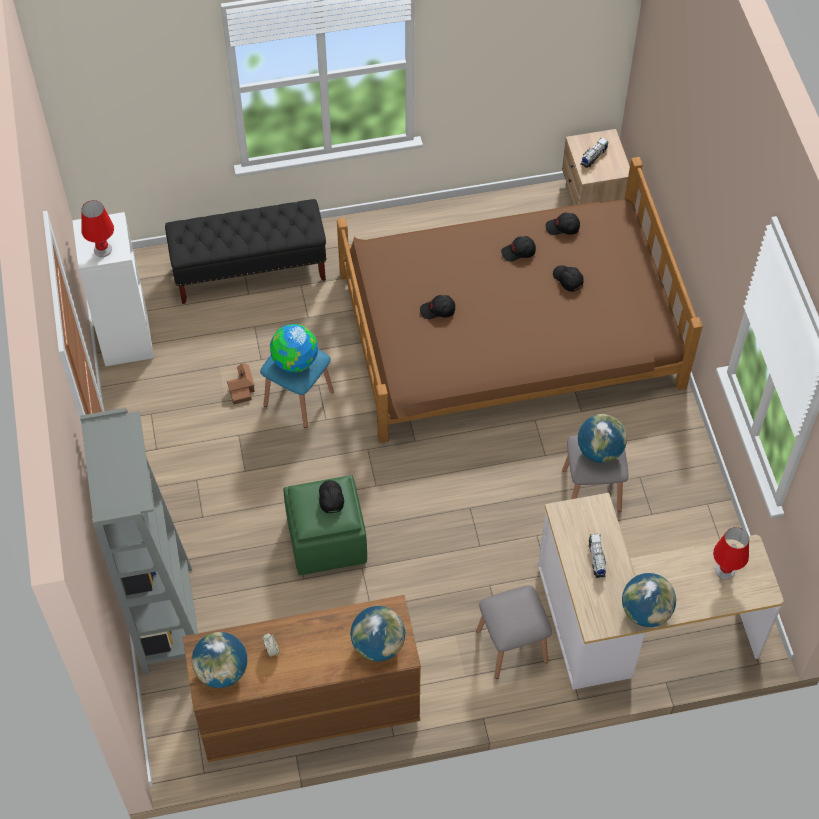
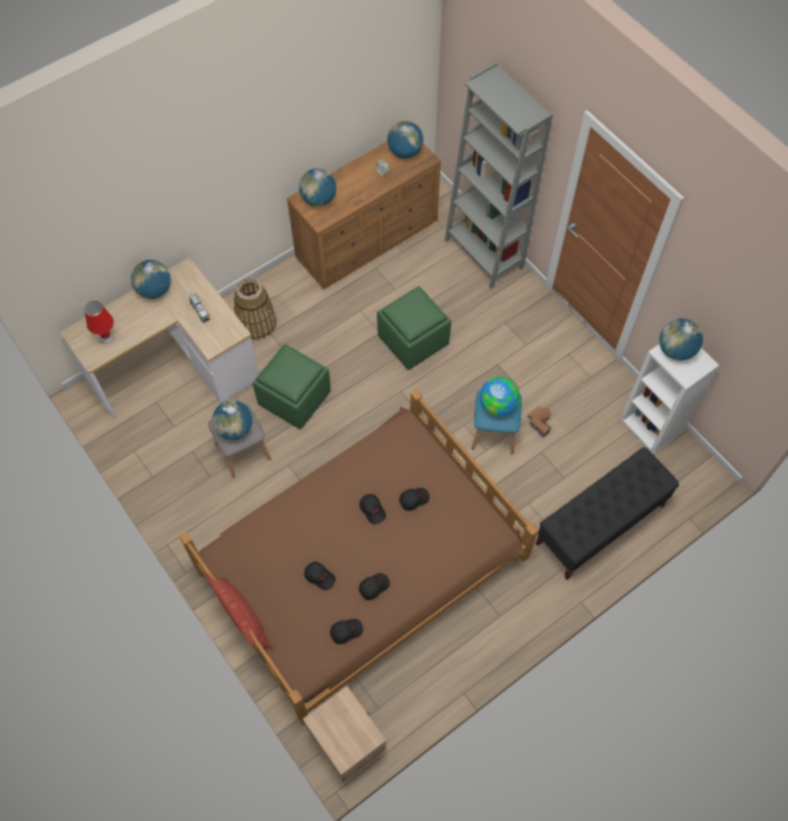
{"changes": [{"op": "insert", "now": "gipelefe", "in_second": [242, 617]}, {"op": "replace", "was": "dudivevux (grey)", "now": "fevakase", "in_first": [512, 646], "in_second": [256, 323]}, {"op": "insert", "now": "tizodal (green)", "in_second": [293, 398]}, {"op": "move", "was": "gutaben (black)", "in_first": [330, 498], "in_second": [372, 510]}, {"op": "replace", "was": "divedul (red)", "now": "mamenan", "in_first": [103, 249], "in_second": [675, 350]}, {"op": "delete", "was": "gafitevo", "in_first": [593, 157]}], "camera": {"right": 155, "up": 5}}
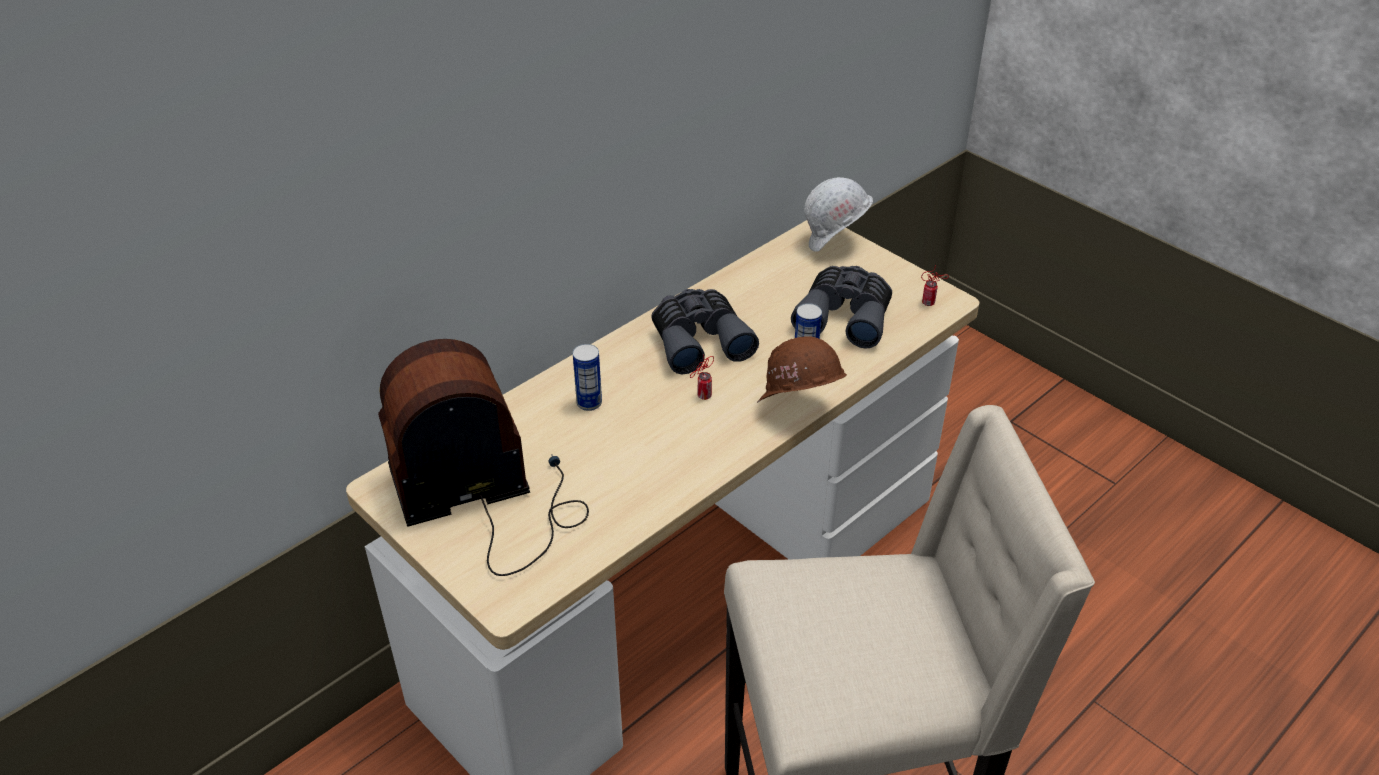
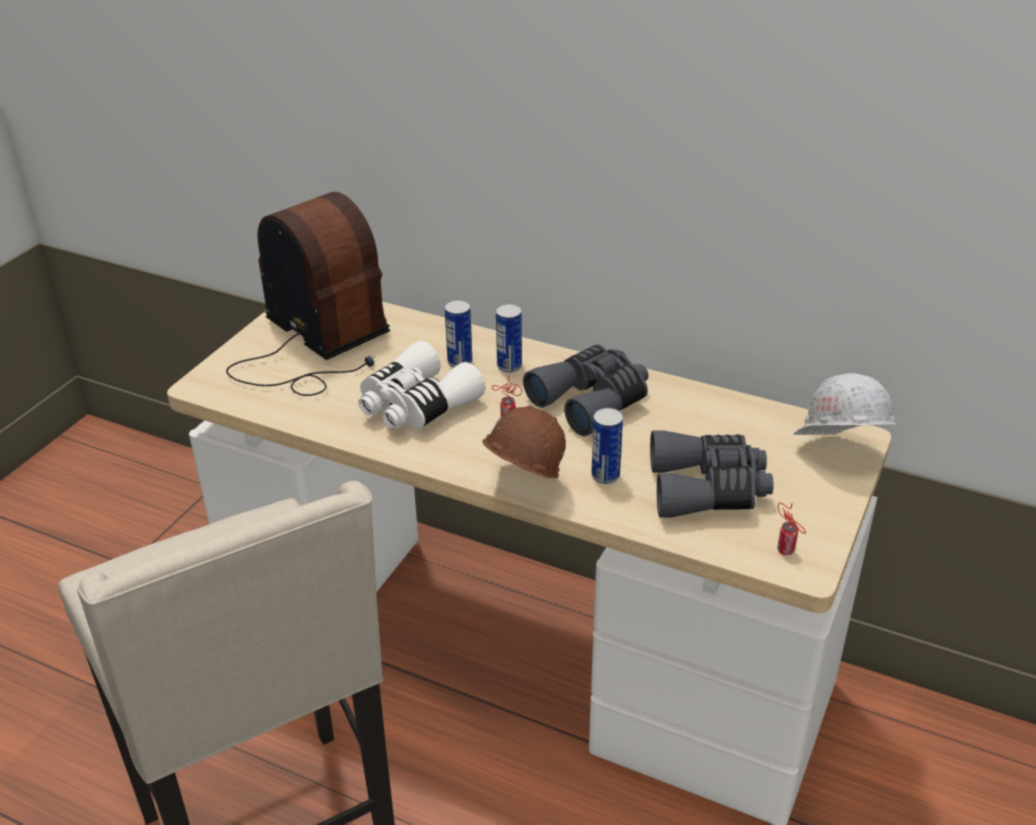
{"changes": [{"op": "insert", "now": "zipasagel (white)", "in_second": [416, 405]}, {"op": "insert", "now": "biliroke", "in_second": [509, 366]}], "camera": {"right": 70, "up": -5}}
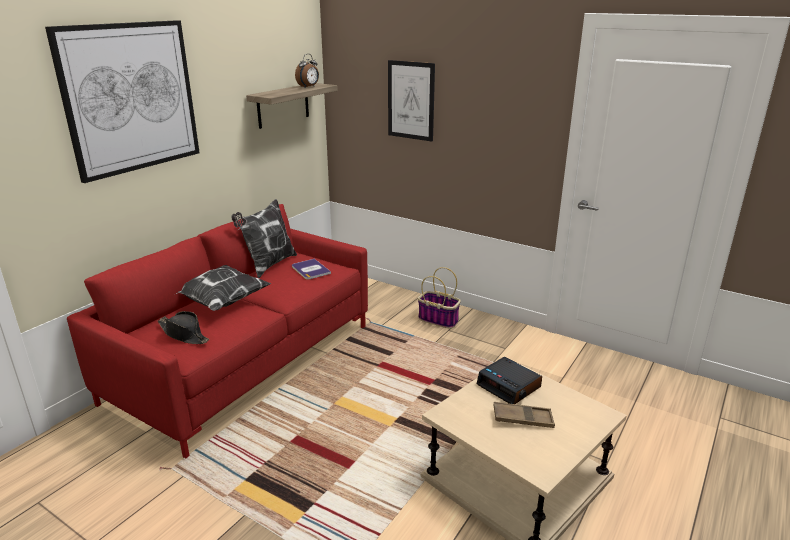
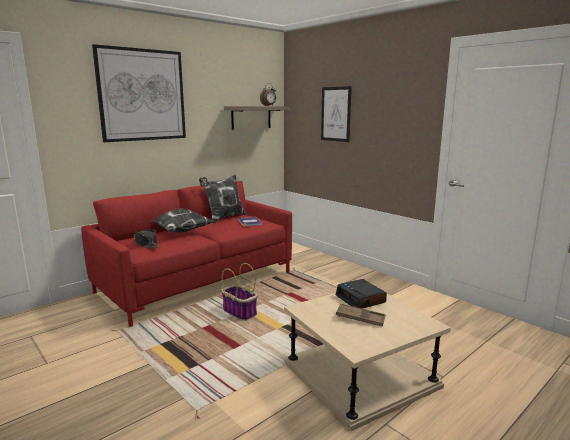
{"changes": [{"op": "move", "was": "fevakase", "in_first": [439, 320], "in_second": [240, 312]}], "camera": {"right": 15, "up": -10}}
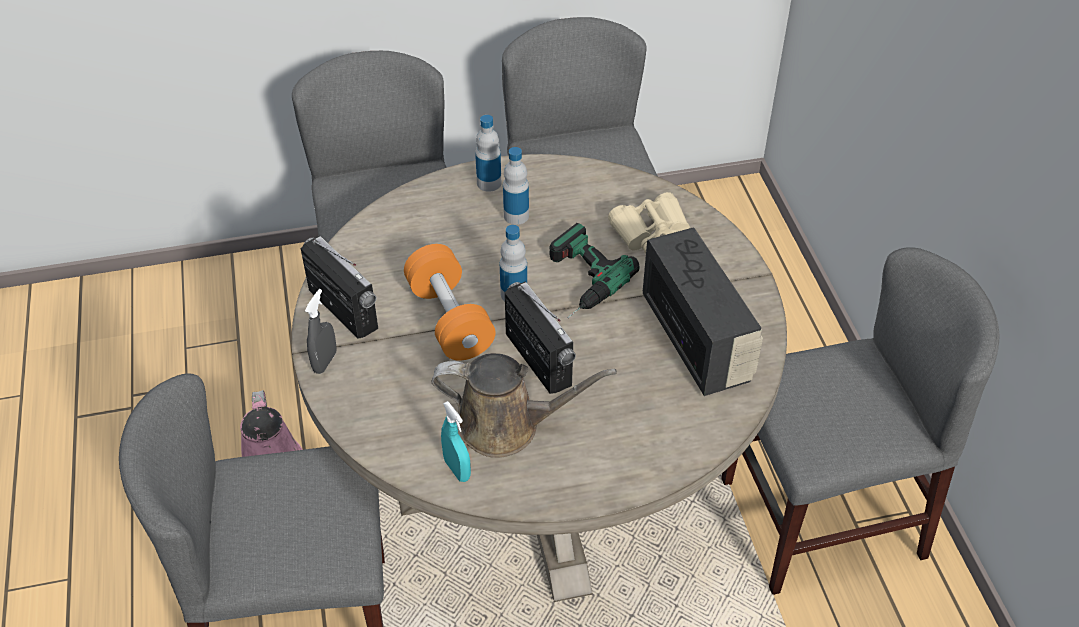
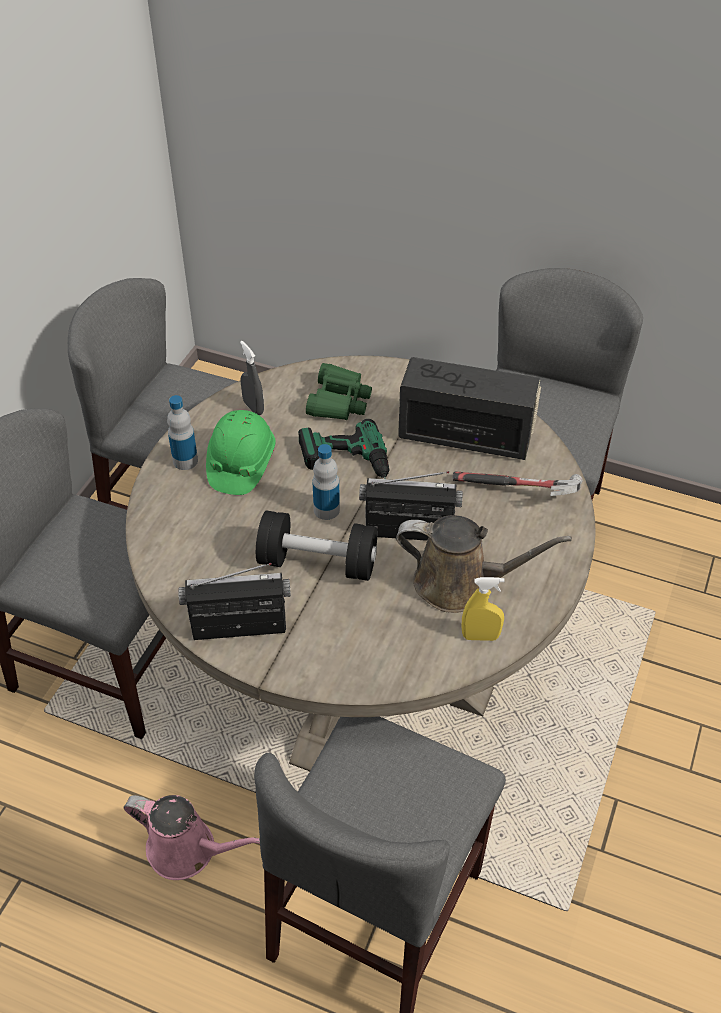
{"changes": [{"op": "replace", "was": "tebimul", "now": "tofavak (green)", "in_first": [516, 216], "in_second": [241, 464]}, {"op": "move", "was": "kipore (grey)", "in_first": [325, 362], "in_second": [253, 407]}, {"op": "recolor", "was": "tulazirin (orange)", "now": "tulazirin (black)", "in_first": [450, 319], "in_second": [318, 562]}, {"op": "recolor", "was": "zipasagel (beige)", "now": "zipasagel (green)", "in_first": [651, 233], "in_second": [339, 401]}, {"op": "rotate", "was": "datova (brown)", "in_first": [506, 425], "in_second": [460, 584], "clockwise": 60}, {"op": "insert", "now": "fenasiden", "in_second": [519, 493]}, {"op": "recolor", "was": "kipore (turquoise)", "now": "kipore (yellow)", "in_first": [457, 469], "in_second": [480, 636]}], "camera": {"right": -55, "up": 0}}
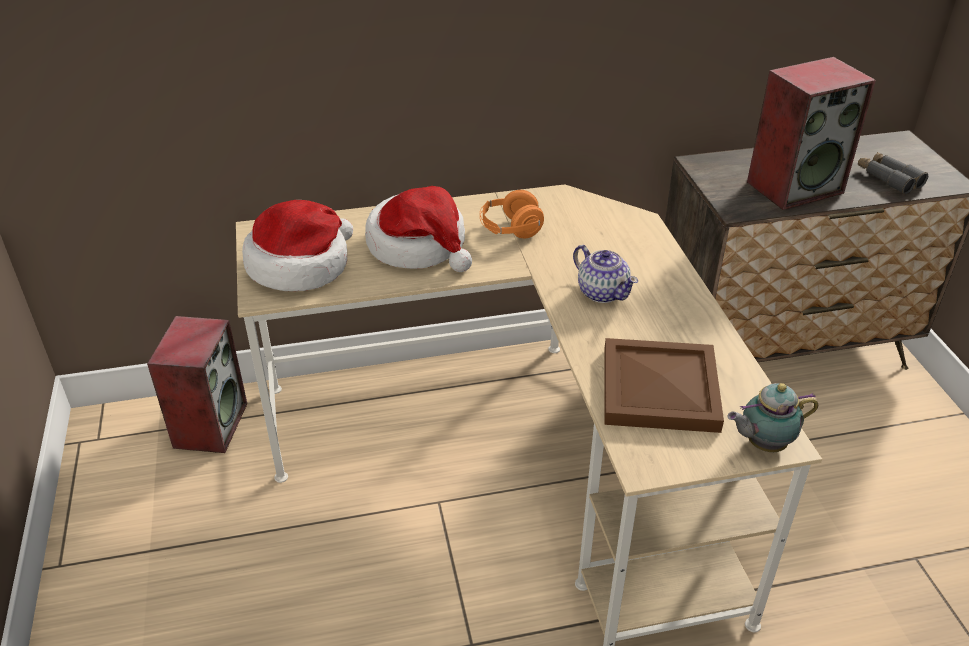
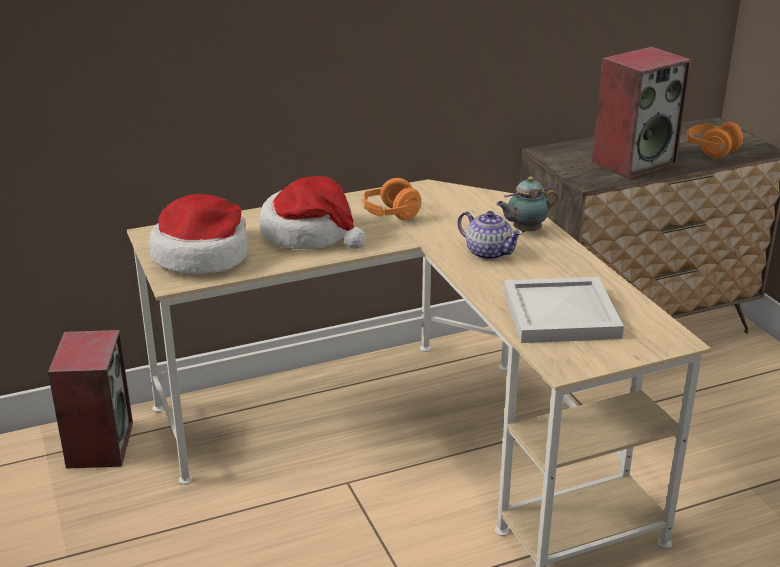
{"changes": [{"op": "move", "was": "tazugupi", "in_first": [763, 444], "in_second": [524, 231]}, {"op": "recolor", "was": "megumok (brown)", "now": "megumok (white)", "in_first": [657, 387], "in_second": [558, 314]}, {"op": "replace", "was": "zipasagel (grey)", "now": "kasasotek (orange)", "in_first": [888, 178], "in_second": [711, 151]}], "camera": {"right": -10, "up": -10}}
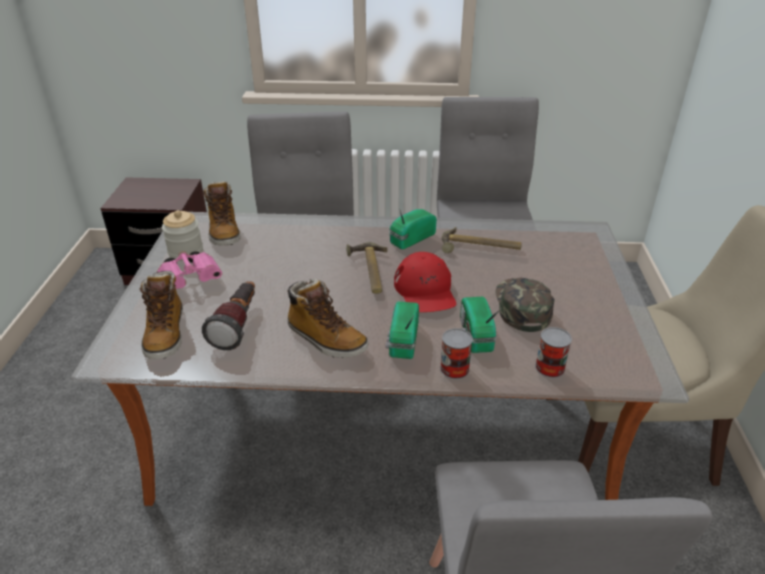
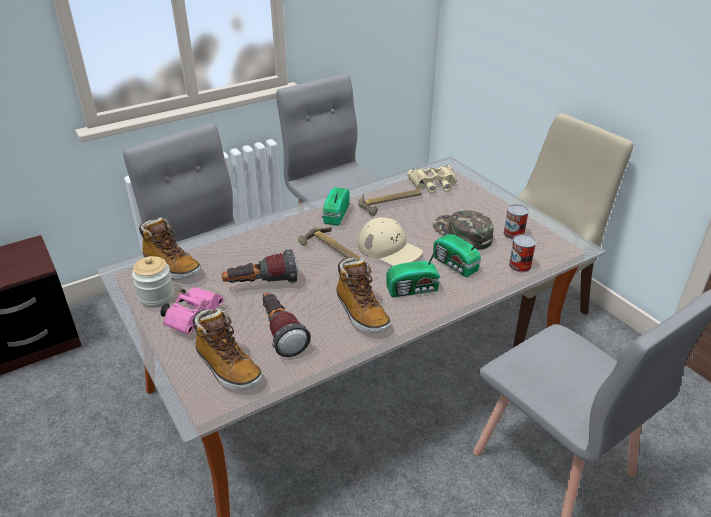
{"changes": [{"op": "insert", "now": "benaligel", "in_second": [261, 284]}, {"op": "rotate", "was": "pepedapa", "in_first": [326, 339], "in_second": [361, 312], "clockwise": 60}, {"op": "recolor", "was": "gutaben (red)", "now": "gutaben (beige)", "in_first": [425, 290], "in_second": [389, 248]}, {"op": "rotate", "was": "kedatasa", "in_first": [402, 341], "in_second": [414, 289], "clockwise": -75}, {"op": "insert", "now": "zipasagel (beige)", "in_second": [433, 183]}, {"op": "move", "was": "biliroke", "in_first": [454, 369], "in_second": [513, 234]}], "camera": {"right": -35, "up": 0}}
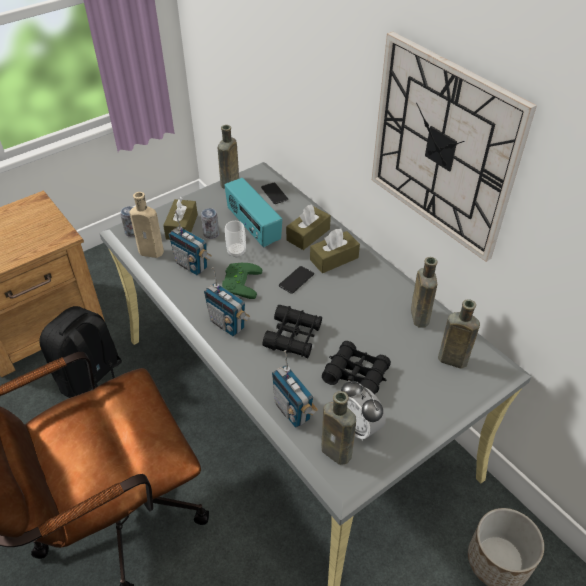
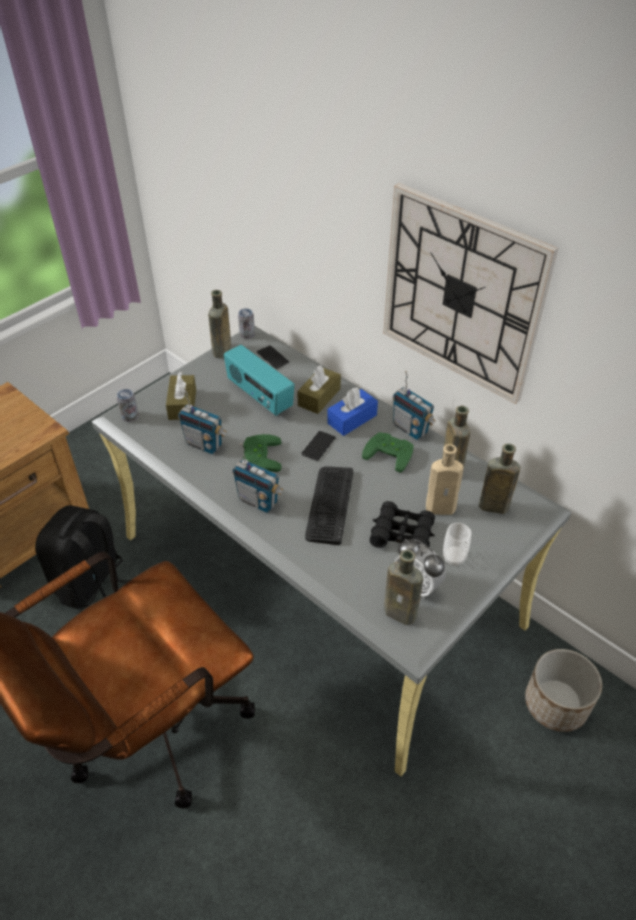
{"changes": [{"op": "move", "was": "biliroke", "in_first": [211, 234], "in_second": [247, 334]}, {"op": "replace", "was": "zipasagel (black)", "now": "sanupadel", "in_first": [293, 336], "in_second": [329, 505]}, {"op": "recolor", "was": "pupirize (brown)", "now": "pupirize (blue)", "in_first": [334, 259], "in_second": [352, 419]}, {"op": "insert", "now": "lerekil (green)", "in_second": [390, 452]}, {"op": "move", "was": "kedatasa", "in_first": [293, 411], "in_second": [410, 429]}, {"op": "move", "was": "tebimul (beige)", "in_first": [153, 252], "in_second": [442, 508]}, {"op": "move", "was": "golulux", "in_first": [236, 252], "in_second": [453, 558]}], "camera": {"right": -10, "up": 0}}
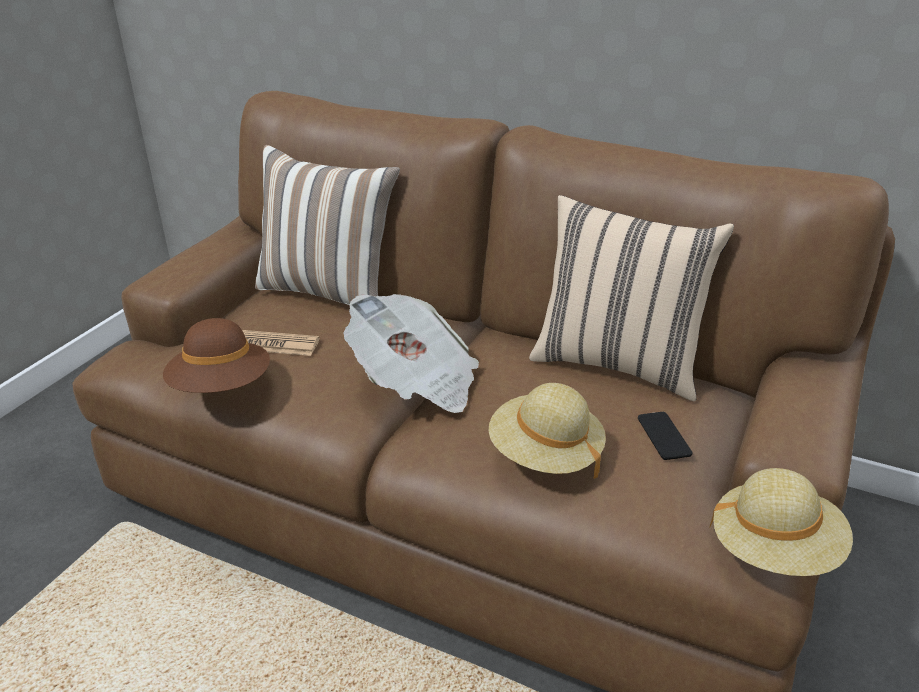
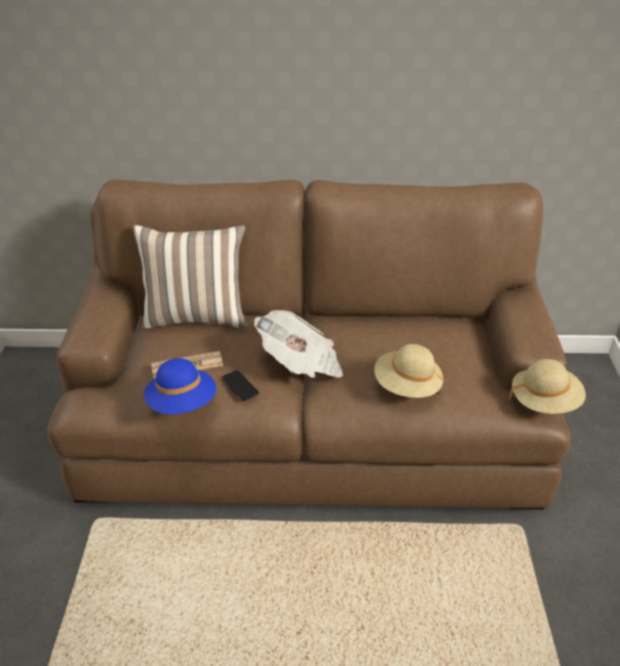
{"changes": [{"op": "recolor", "was": "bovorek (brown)", "now": "bovorek (blue)", "in_first": [222, 387], "in_second": [182, 404]}, {"op": "move", "was": "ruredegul", "in_first": [664, 436], "in_second": [240, 386]}, {"op": "delete", "was": "gipelefe (beige)", "in_first": [618, 363]}], "camera": {"right": -25, "up": 5}}
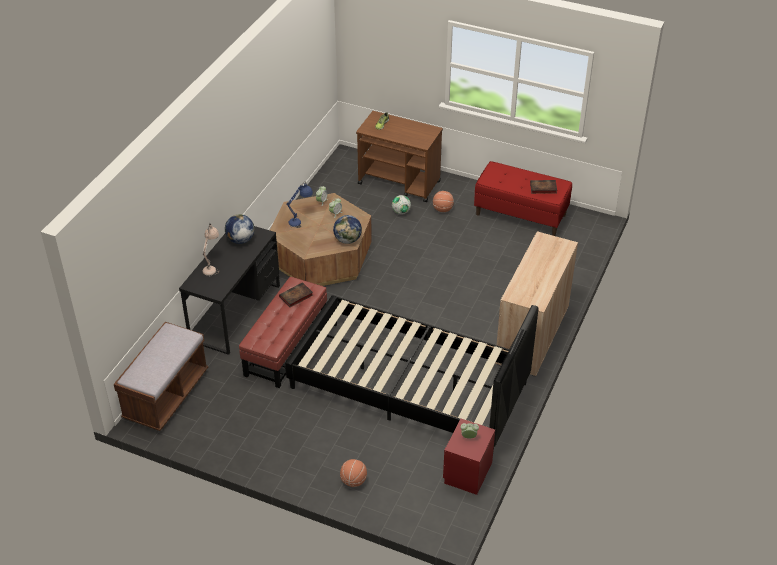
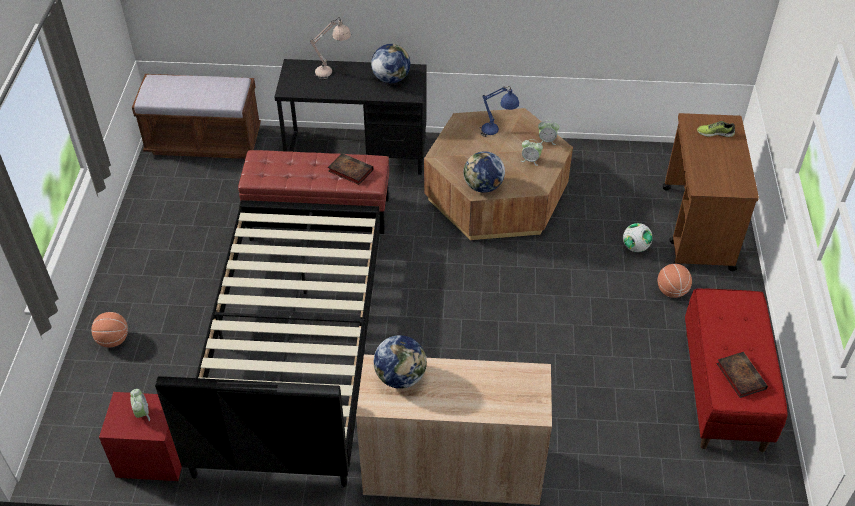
{"changes": [{"op": "insert", "now": "mamenan", "in_second": [401, 377]}], "camera": {"right": 70, "up": 5}}
